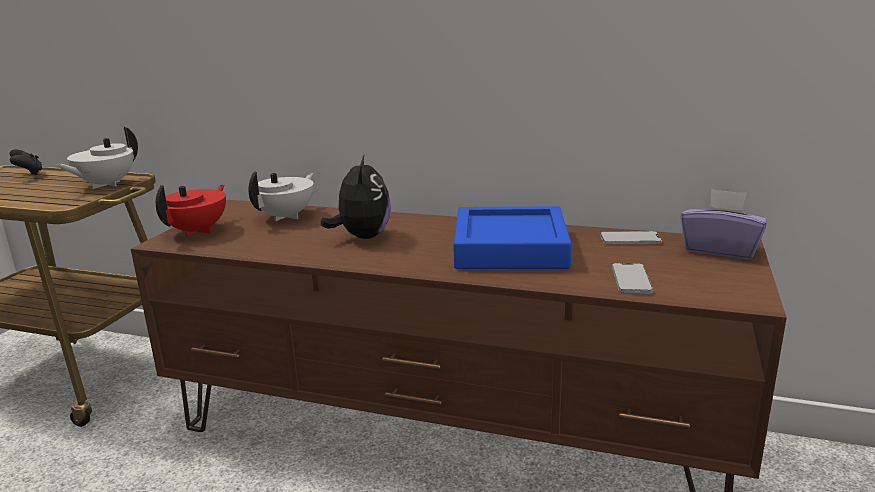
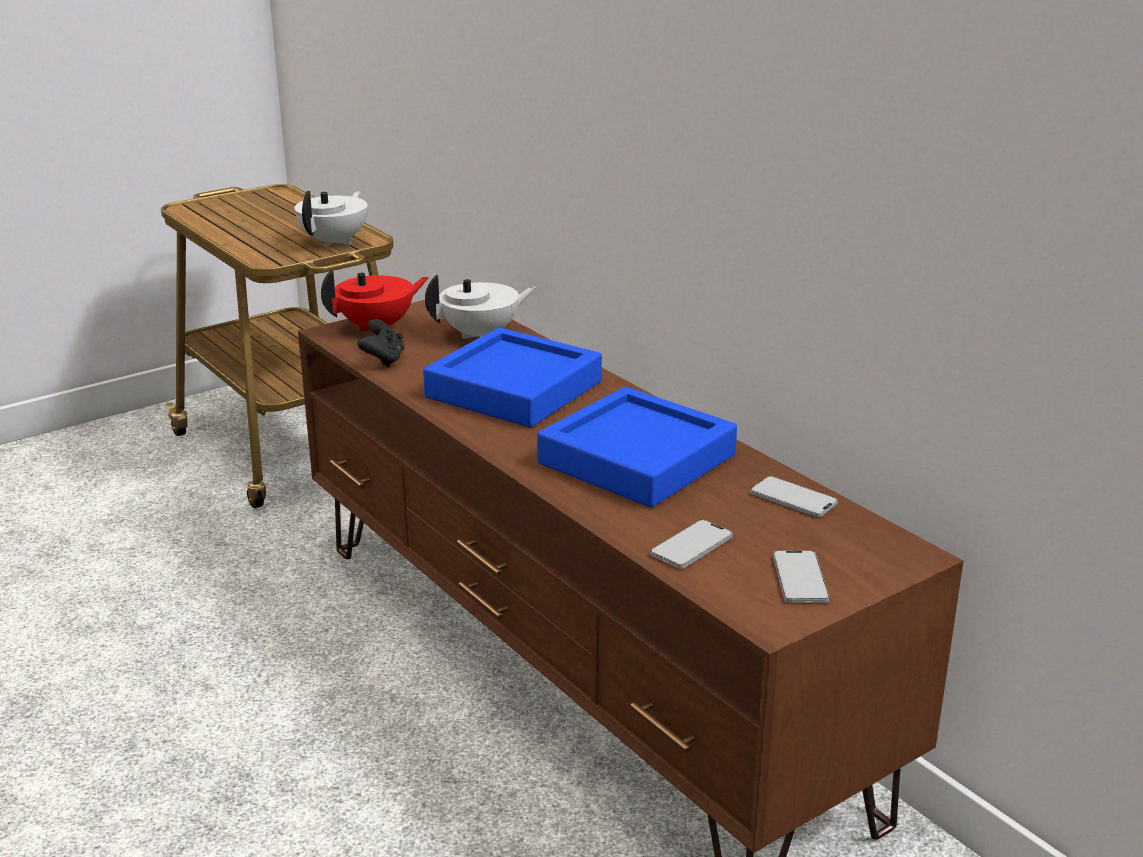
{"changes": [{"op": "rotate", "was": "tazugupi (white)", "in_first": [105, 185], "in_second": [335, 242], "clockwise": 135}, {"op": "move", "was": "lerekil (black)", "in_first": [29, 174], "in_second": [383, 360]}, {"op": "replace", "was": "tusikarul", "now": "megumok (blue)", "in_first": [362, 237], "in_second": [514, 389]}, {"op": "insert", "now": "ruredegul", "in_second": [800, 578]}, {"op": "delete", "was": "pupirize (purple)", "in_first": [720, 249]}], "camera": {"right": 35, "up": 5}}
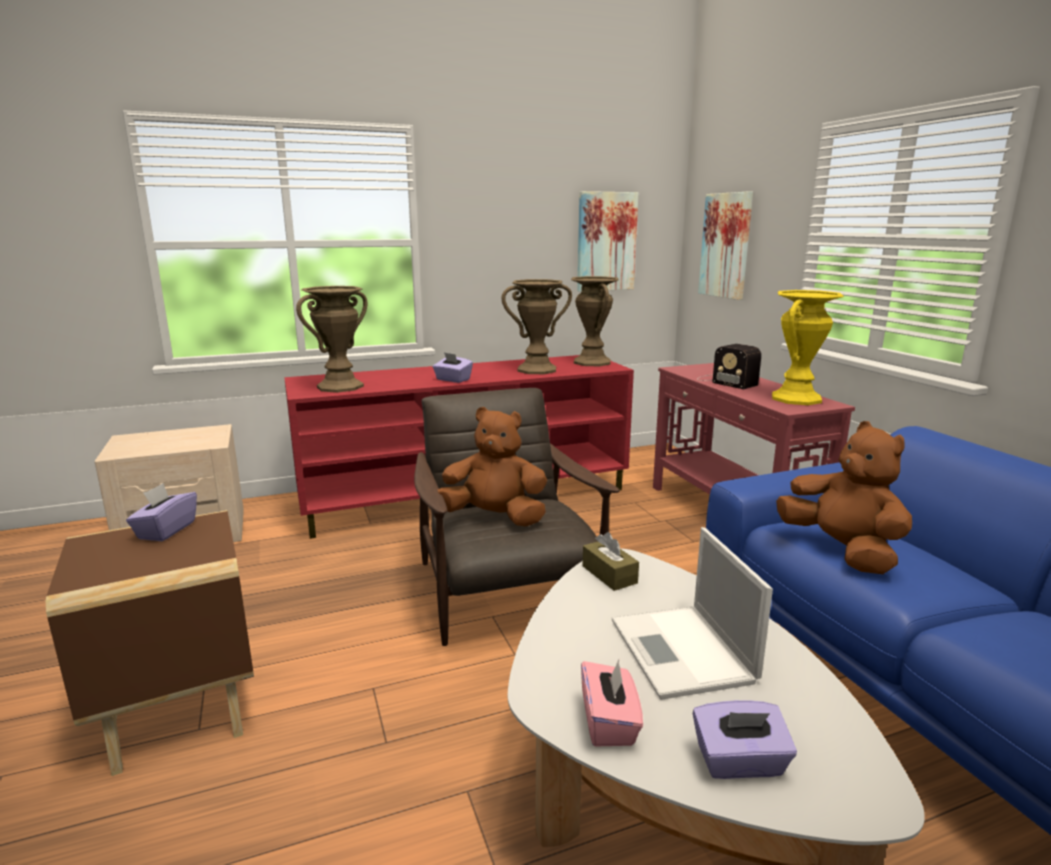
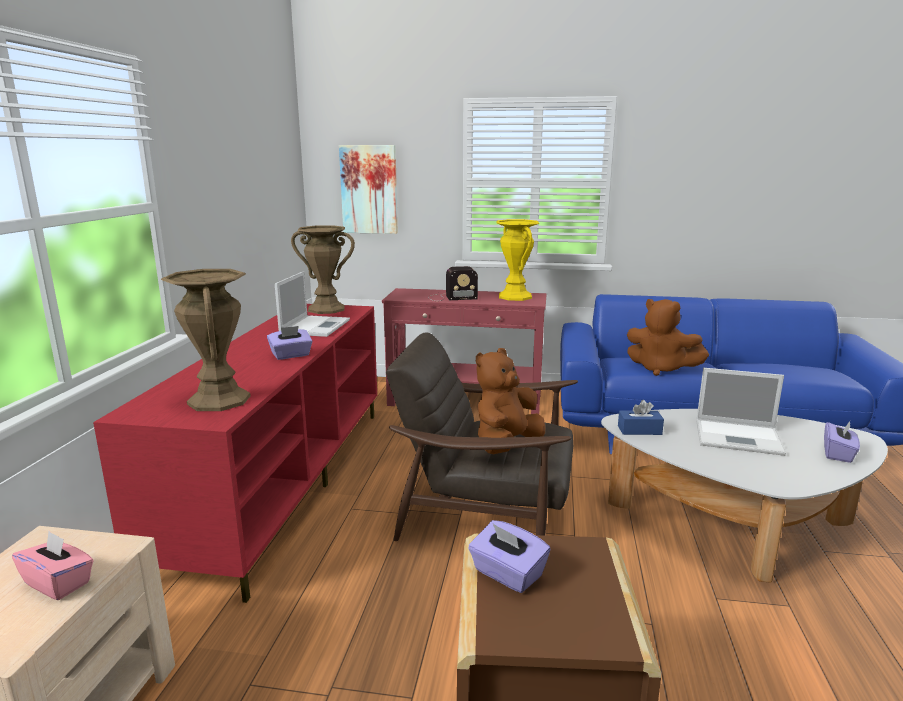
{"changes": [{"op": "move", "was": "pupirize (pink)", "in_first": [609, 723], "in_second": [59, 583]}, {"op": "replace", "was": "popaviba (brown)", "now": "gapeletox", "in_first": [537, 370], "in_second": [315, 326]}, {"op": "recolor", "was": "pupirize (brown)", "now": "pupirize (blue)", "in_first": [609, 574], "in_second": [639, 430]}, {"op": "rotate", "was": "tusikarul (brown)", "in_first": [841, 551], "in_second": [661, 369], "clockwise": -150}, {"op": "delete", "was": "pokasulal", "in_first": [606, 242]}], "camera": {"right": -60, "up": 0}}
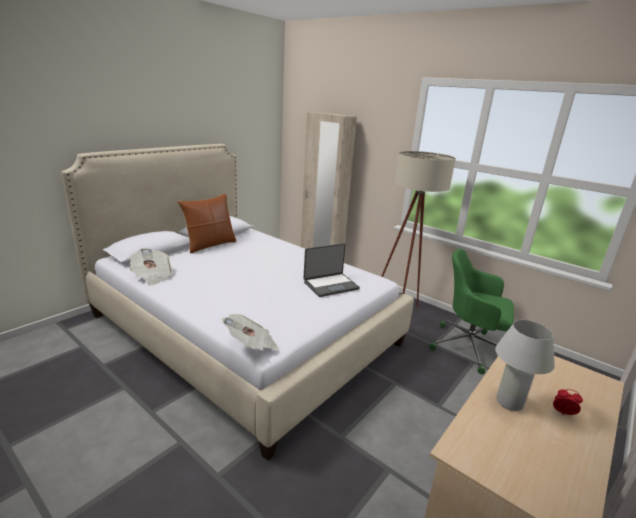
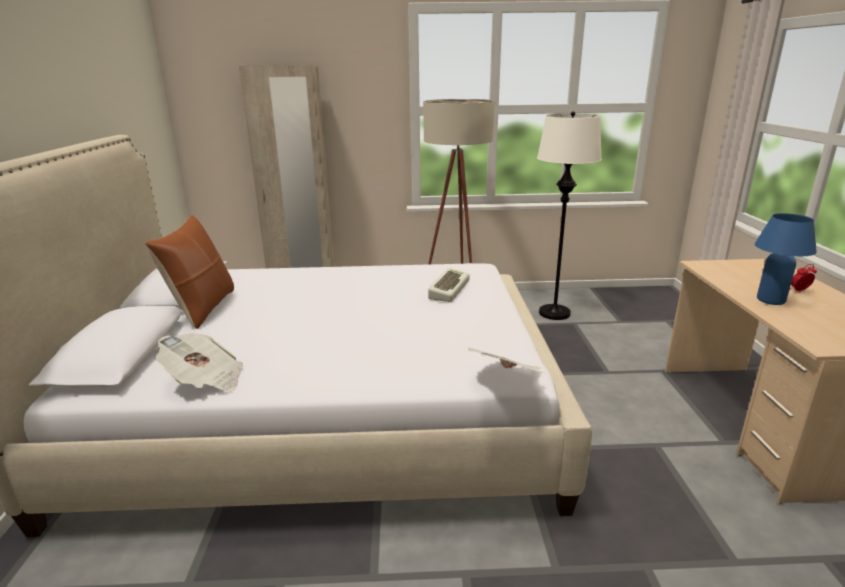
{"changes": [{"op": "replace", "was": "gapeletox", "now": "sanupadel", "in_first": [330, 285], "in_second": [448, 289]}, {"op": "replace", "was": "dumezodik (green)", "now": "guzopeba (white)", "in_first": [468, 347], "in_second": [554, 313]}, {"op": "recolor", "was": "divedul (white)", "now": "divedul (blue)", "in_first": [509, 402], "in_second": [770, 300]}], "camera": {"right": -40, "up": 0}}
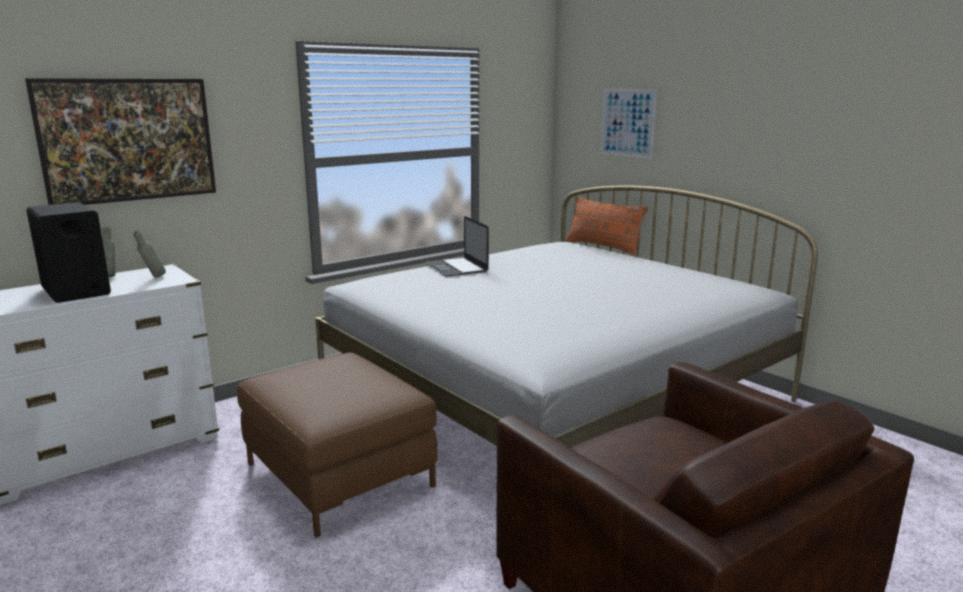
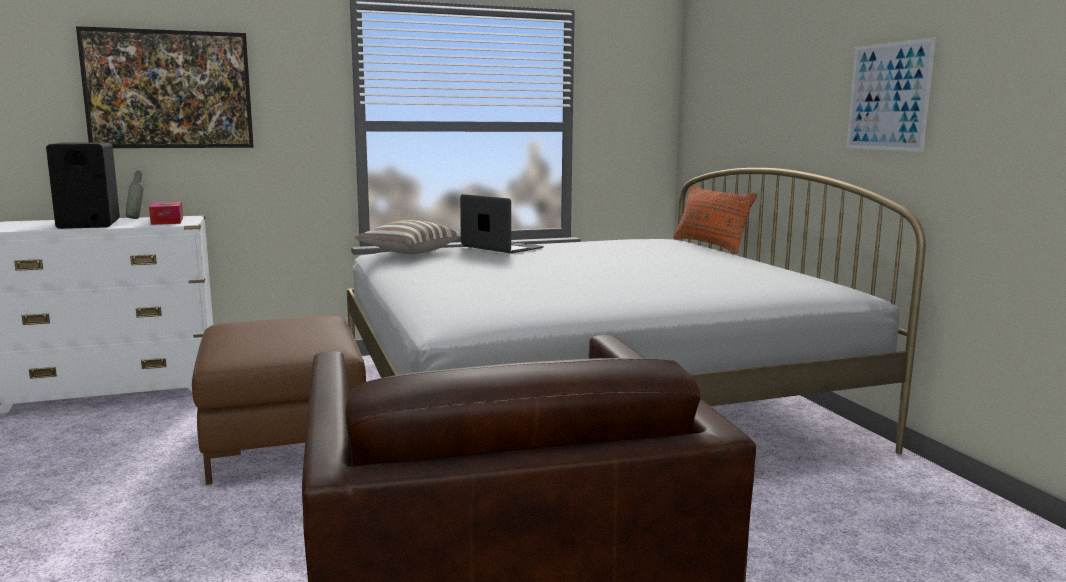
{"changes": [{"op": "replace", "was": "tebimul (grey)", "now": "pupirize", "in_first": [153, 277], "in_second": [167, 221]}, {"op": "insert", "now": "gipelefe", "in_second": [408, 252]}, {"op": "rotate", "was": "gapeletox", "in_first": [456, 267], "in_second": [502, 247], "clockwise": 135}, {"op": "move", "was": "pokasulal", "in_first": [627, 122], "in_second": [888, 96]}], "camera": {"right": 20, "up": -5}}
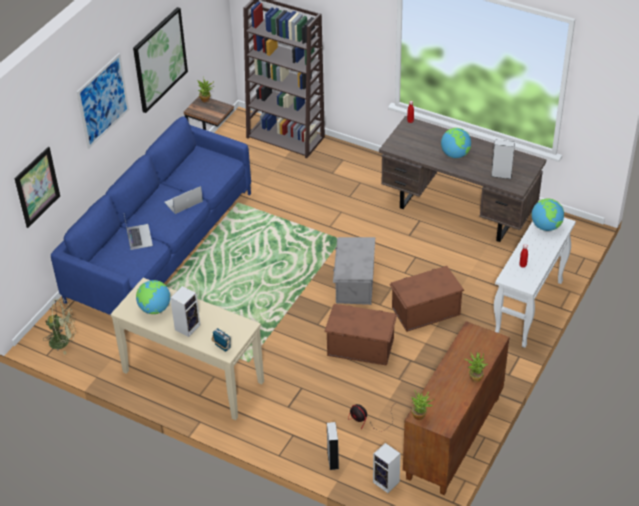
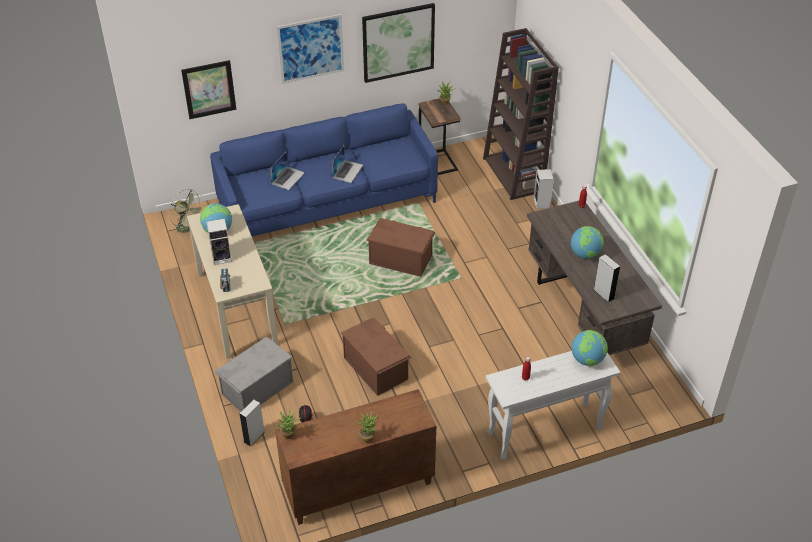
{"changes": [{"op": "move", "was": "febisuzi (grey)", "in_first": [354, 283], "in_second": [256, 387]}, {"op": "rotate", "was": "gapeletox", "in_first": [183, 202], "in_second": [347, 171], "clockwise": 105}, {"op": "move", "was": "febisuzi (brown)", "in_first": [425, 310], "in_second": [400, 259]}, {"op": "move", "was": "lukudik", "in_first": [387, 482], "in_second": [542, 203]}], "camera": {"right": 40, "up": 0}}
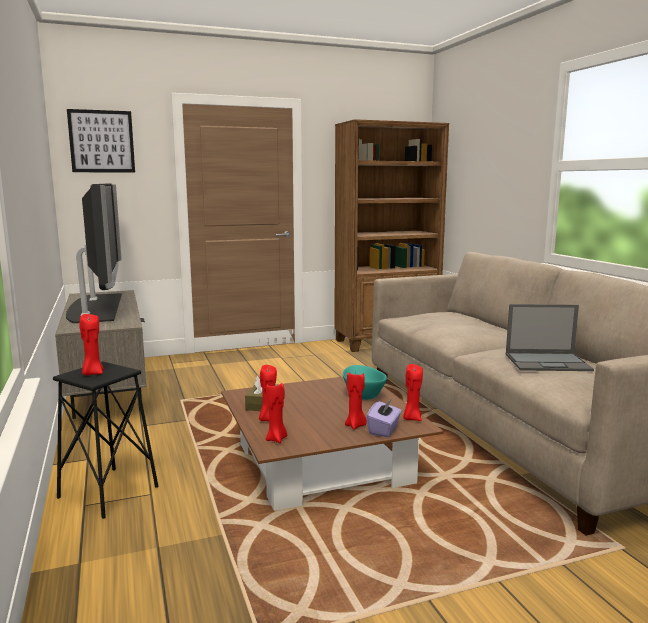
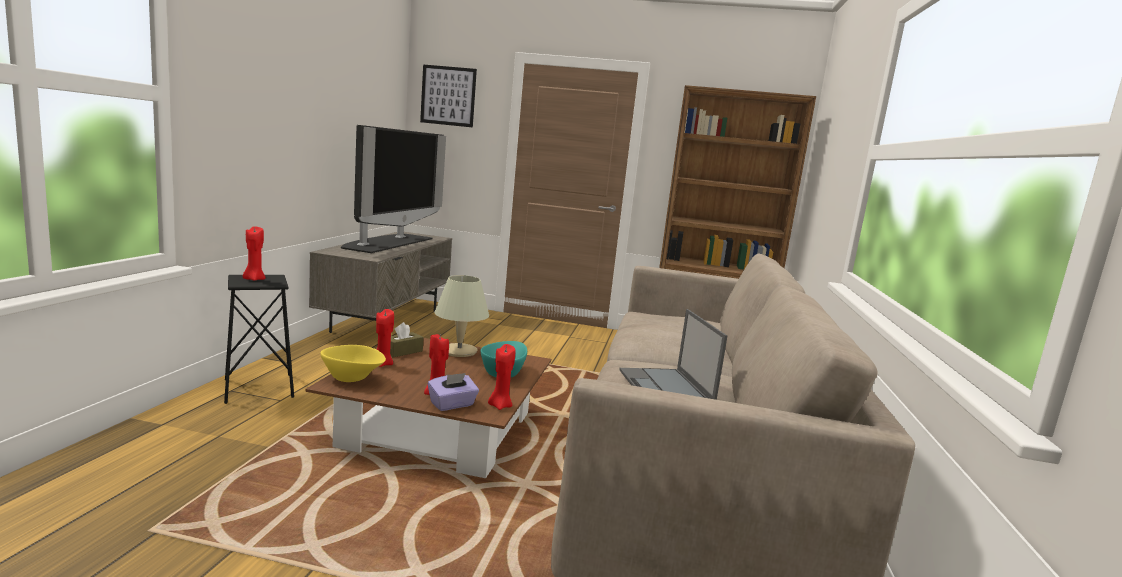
{"changes": [{"op": "replace", "was": "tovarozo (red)", "now": "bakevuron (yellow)", "in_first": [277, 439], "in_second": [353, 379]}, {"op": "insert", "now": "divedul (beige)", "in_second": [458, 351]}, {"op": "rotate", "was": "gapeletox", "in_first": [548, 362], "in_second": [665, 388], "clockwise": 45}], "camera": {"right": 30, "up": 0}}
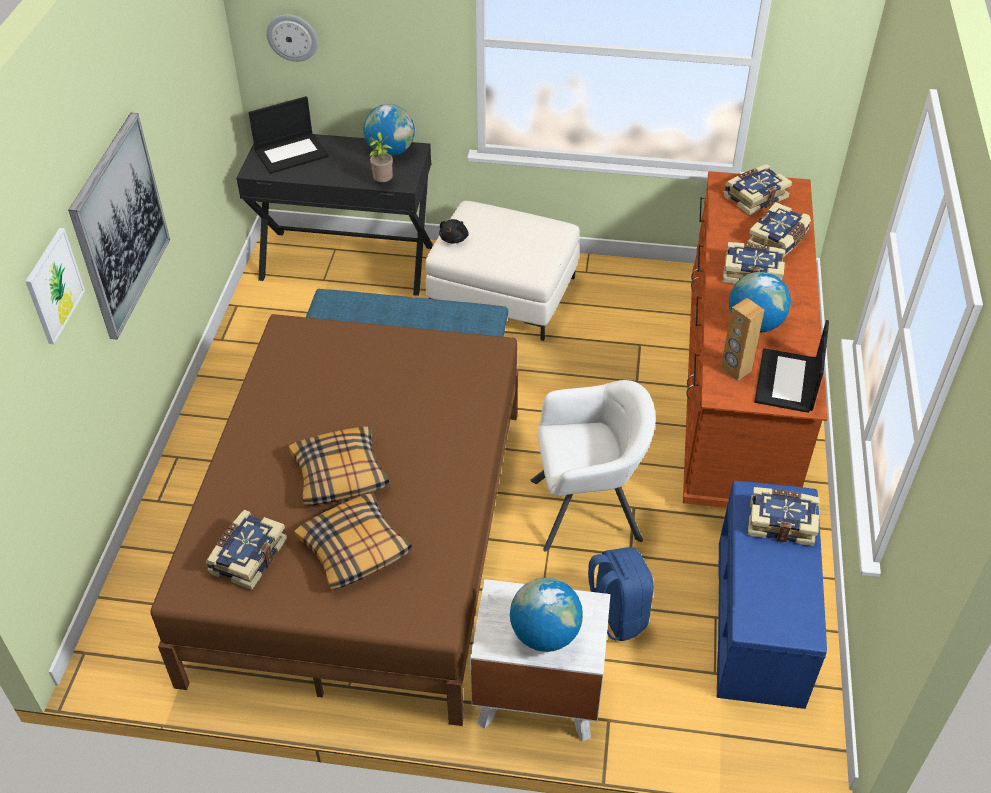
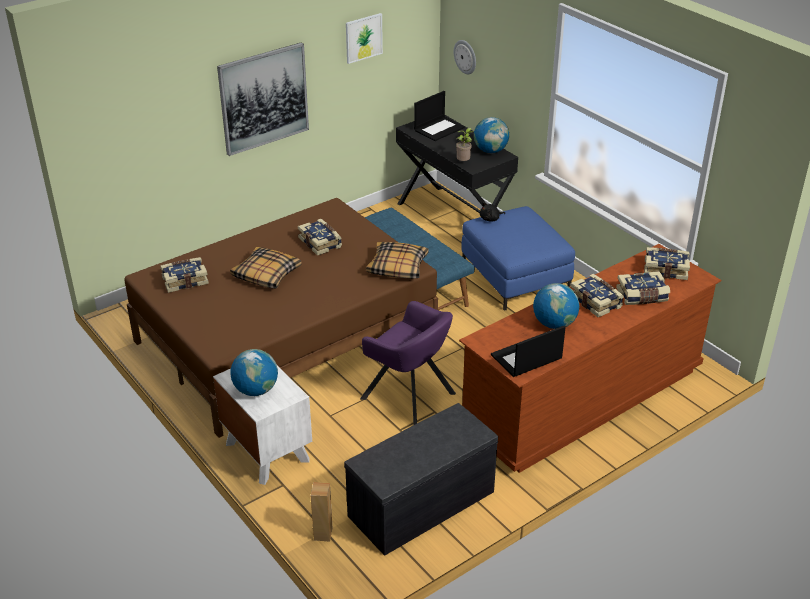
{"changes": [{"op": "move", "was": "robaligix", "in_first": [781, 522], "in_second": [321, 243]}, {"op": "move", "was": "lukudik (brown)", "in_first": [735, 370], "in_second": [322, 534]}, {"op": "recolor", "was": "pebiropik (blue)", "now": "pebiropik (grey)", "in_first": [761, 623], "in_second": [421, 505]}, {"op": "move", "was": "pokasulal", "in_first": [54, 285], "in_second": [363, 38]}, {"op": "recolor", "was": "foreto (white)", "now": "foreto (purple)", "in_first": [587, 510], "in_second": [408, 396]}, {"op": "move", "was": "gipelefe", "in_first": [354, 549], "in_second": [397, 267]}, {"op": "rotate", "was": "gapeletox", "in_first": [292, 153], "in_second": [439, 129], "clockwise": -60}, {"op": "recolor", "was": "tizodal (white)", "now": "tizodal (blue)", "in_first": [503, 295], "in_second": [515, 277]}, {"op": "delete", "was": "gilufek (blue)", "in_first": [614, 615]}], "camera": {"right": 45, "up": -10}}
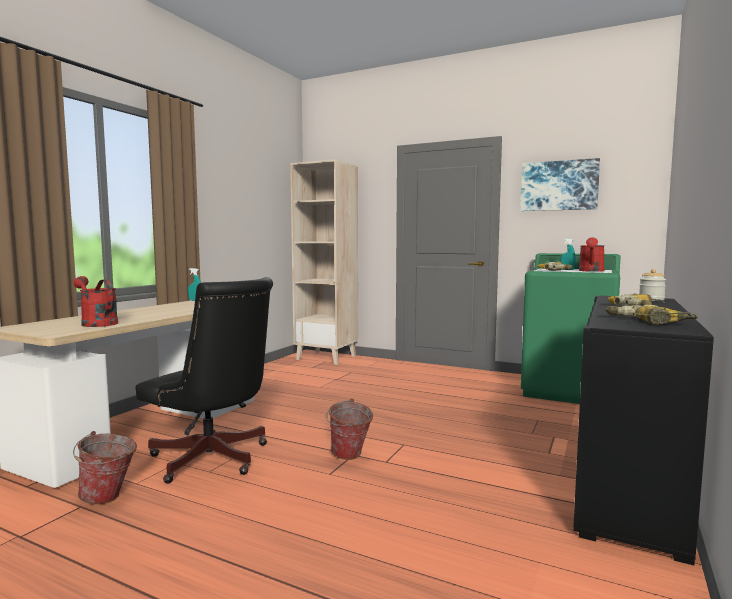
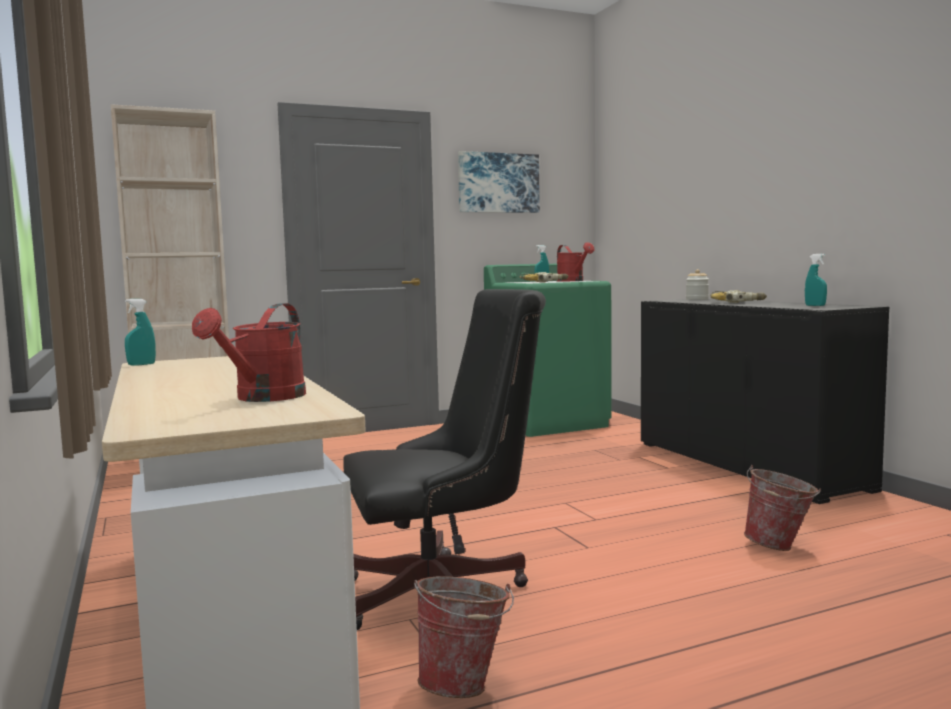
{"changes": [{"op": "rotate", "was": "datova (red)", "in_first": [96, 323], "in_second": [263, 398], "clockwise": -60}, {"op": "move", "was": "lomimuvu", "in_first": [349, 457], "in_second": [780, 546]}, {"op": "replace", "was": "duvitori", "now": "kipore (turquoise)", "in_first": [647, 322], "in_second": [815, 305]}], "camera": {"right": -50, "up": 0}}
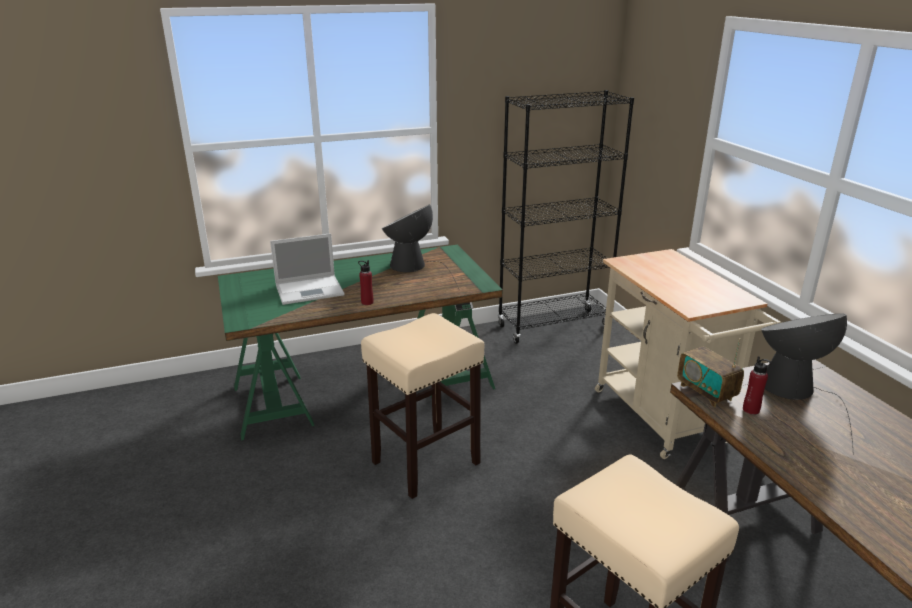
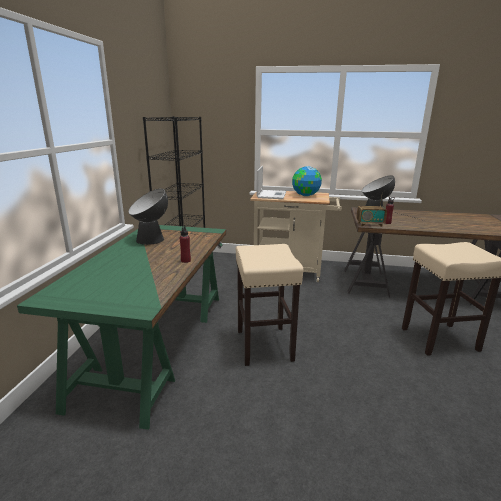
{"changes": [{"op": "move", "was": "gapeletox", "in_first": [311, 290], "in_second": [271, 195]}, {"op": "insert", "now": "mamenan", "in_second": [305, 195]}], "camera": {"right": -60, "up": -5}}
